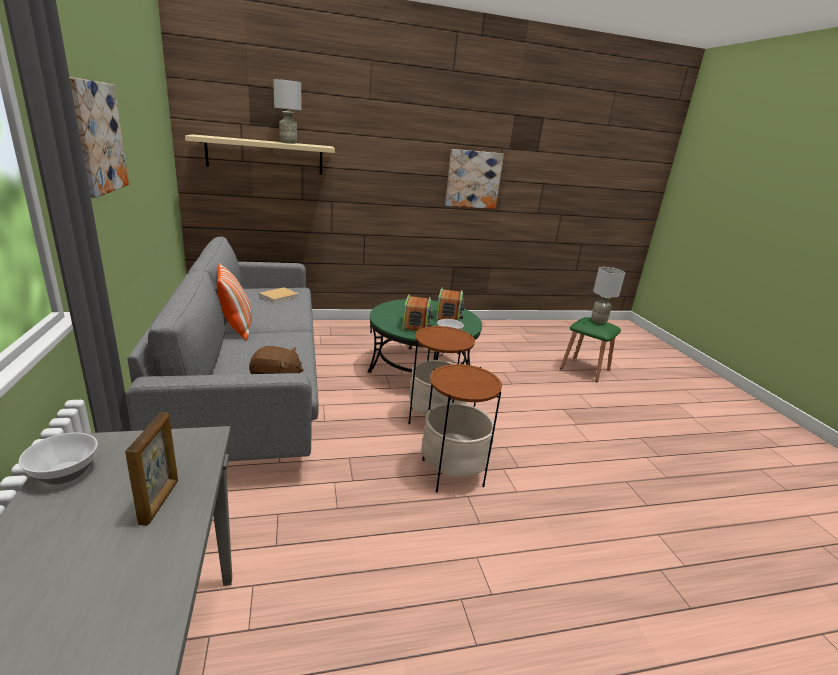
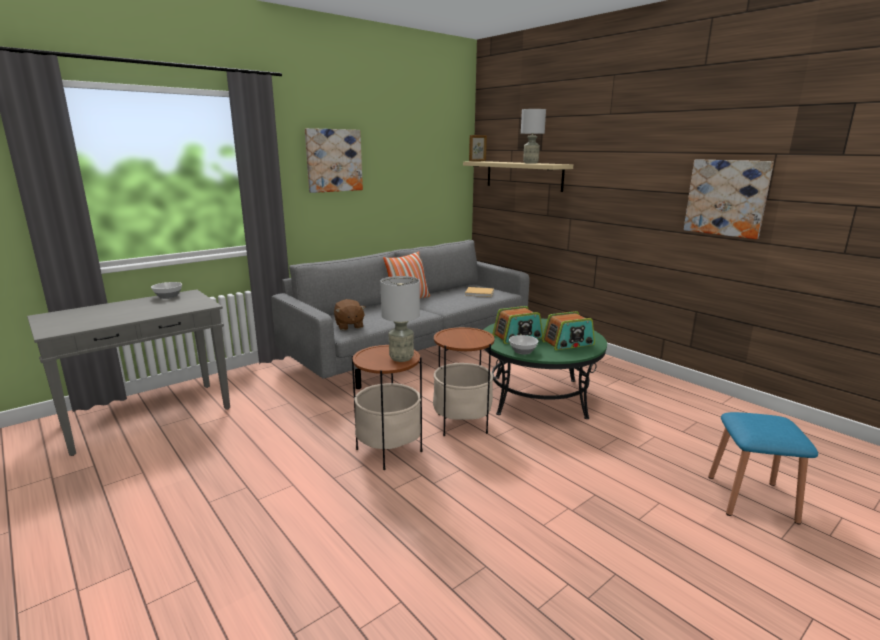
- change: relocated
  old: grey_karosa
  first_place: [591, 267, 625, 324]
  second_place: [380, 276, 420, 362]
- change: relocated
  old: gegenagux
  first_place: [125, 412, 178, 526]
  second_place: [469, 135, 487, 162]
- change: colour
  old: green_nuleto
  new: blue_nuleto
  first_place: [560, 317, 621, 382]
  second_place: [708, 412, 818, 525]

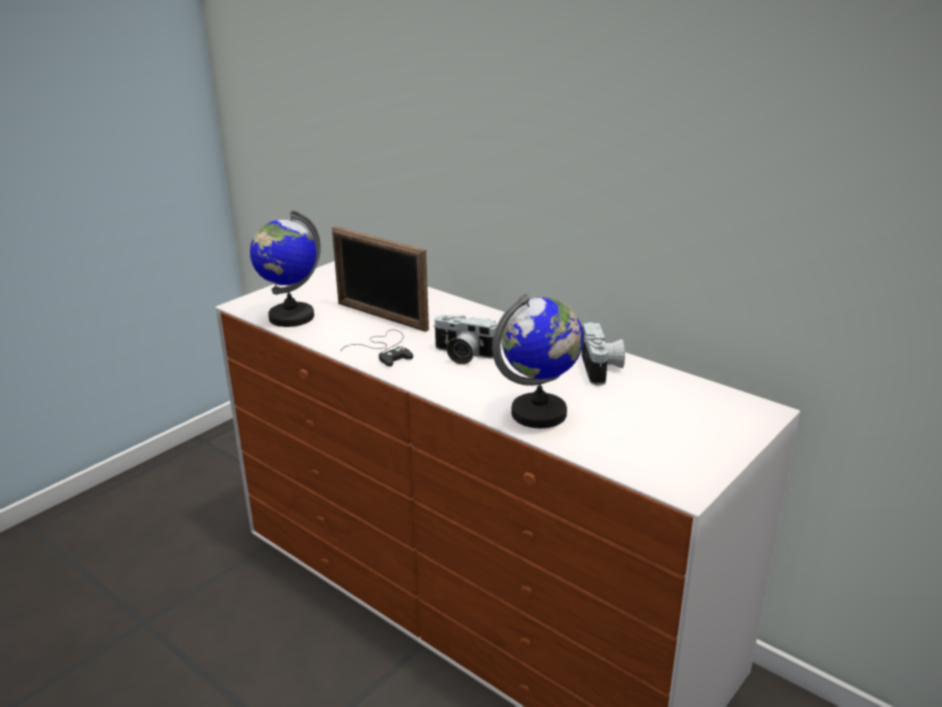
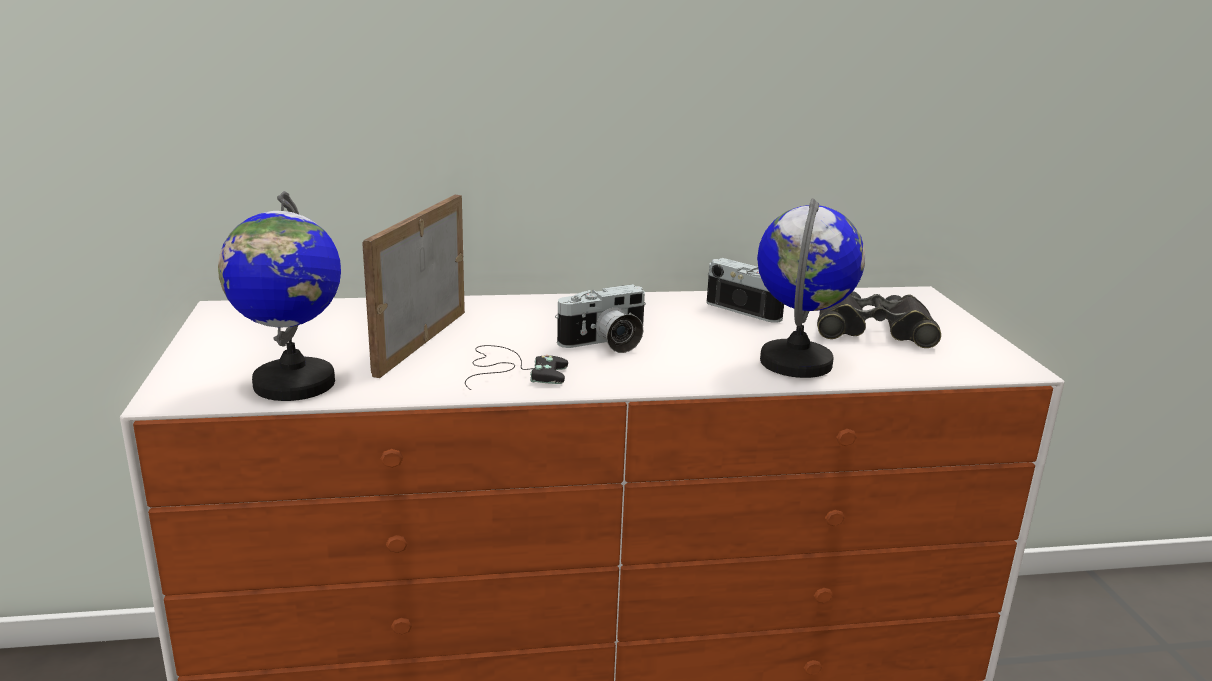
- change: spun
  old: gegenagux
  first_place: [332, 226, 429, 332]
  second_place: [362, 195, 465, 378]
  degrees: 120
- change: appeared
  new: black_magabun
  second_place: [817, 291, 941, 348]

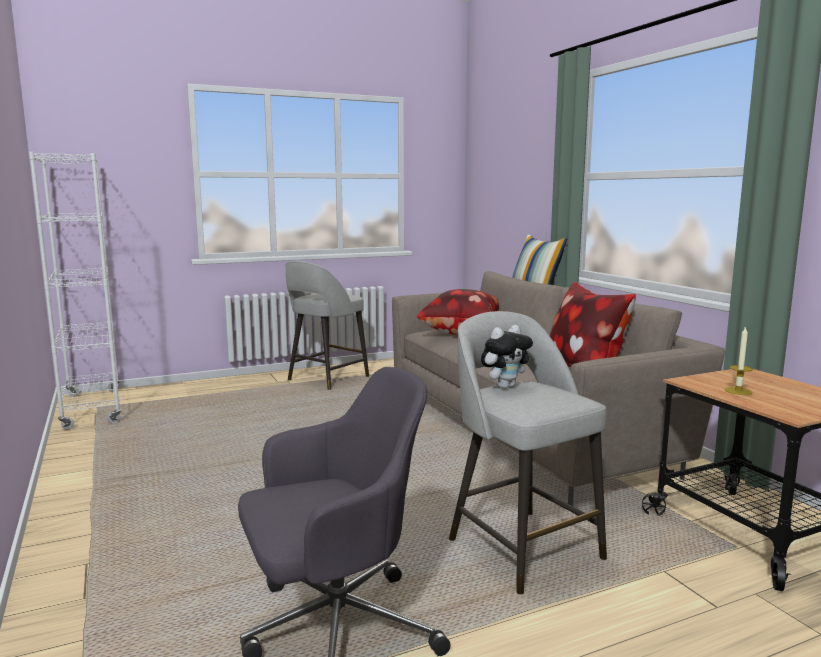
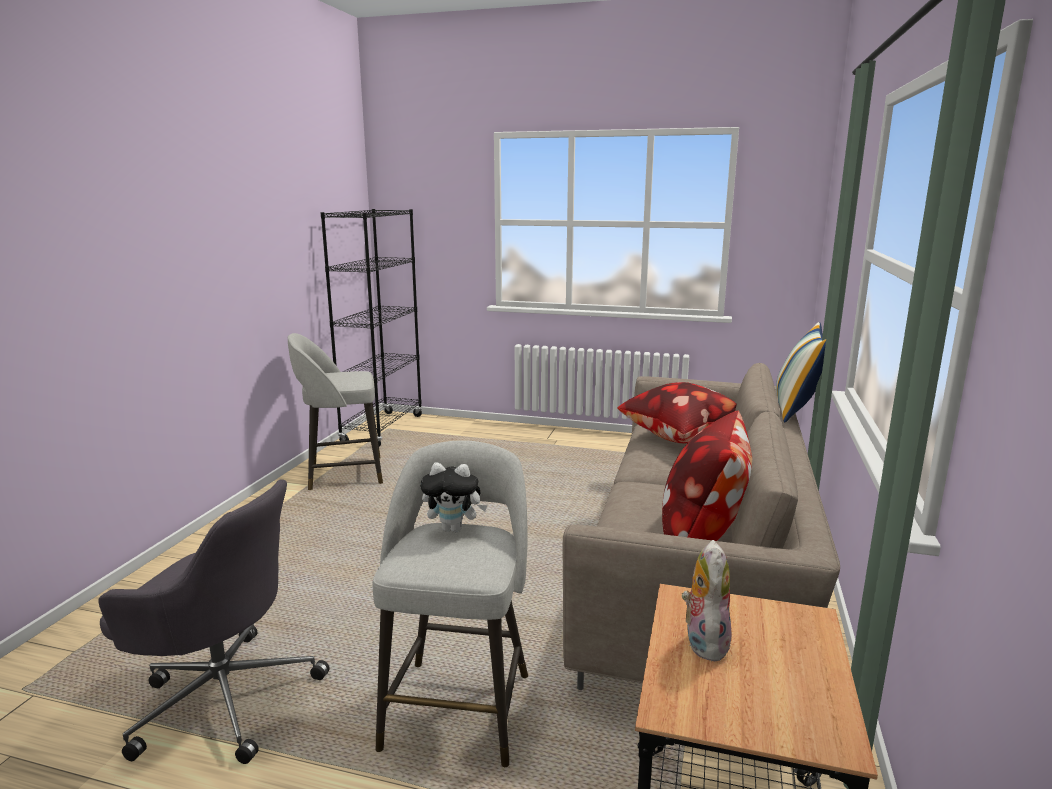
- change: relocated
  old: grey_nuleto
  first_place: [286, 261, 369, 390]
  second_place: [288, 333, 383, 490]
- change: colour
  old: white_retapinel
  new: black_retapinel
  first_place: [29, 152, 122, 430]
  second_place: [320, 209, 423, 447]
- change: exchanged
  old: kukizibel
  new: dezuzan
  first_place: [725, 326, 753, 395]
  second_place: [682, 540, 731, 661]

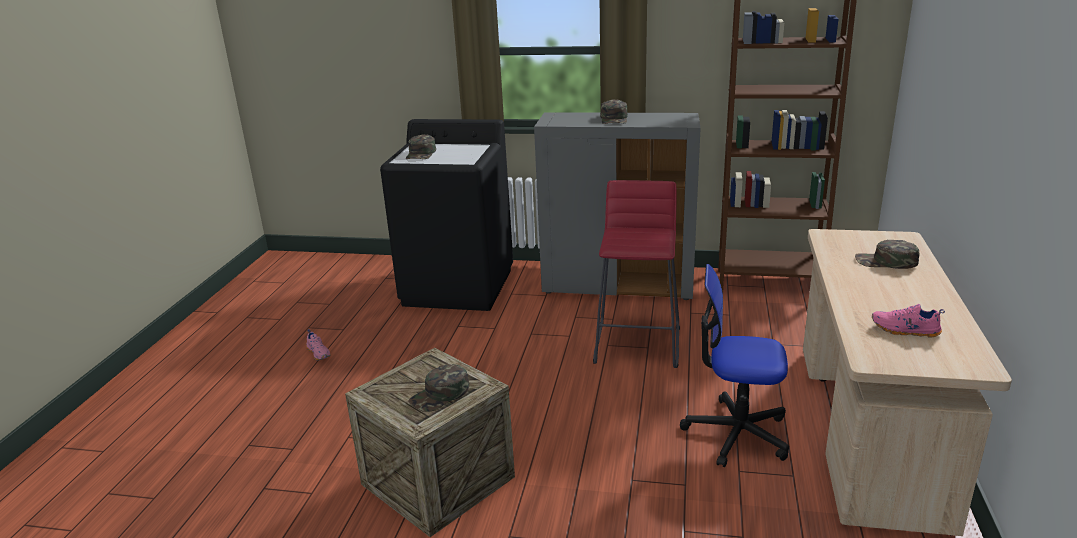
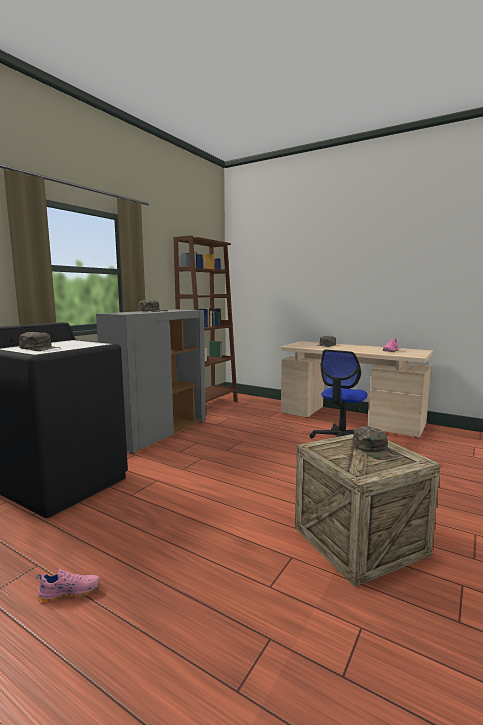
- change: missing
  old: red_nuleto
  first_place: [593, 180, 680, 368]

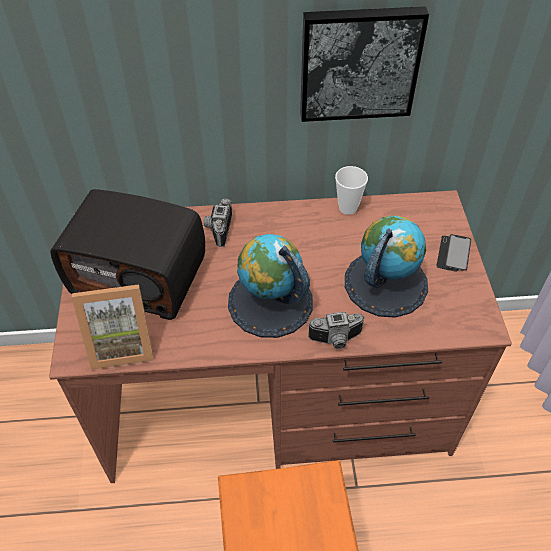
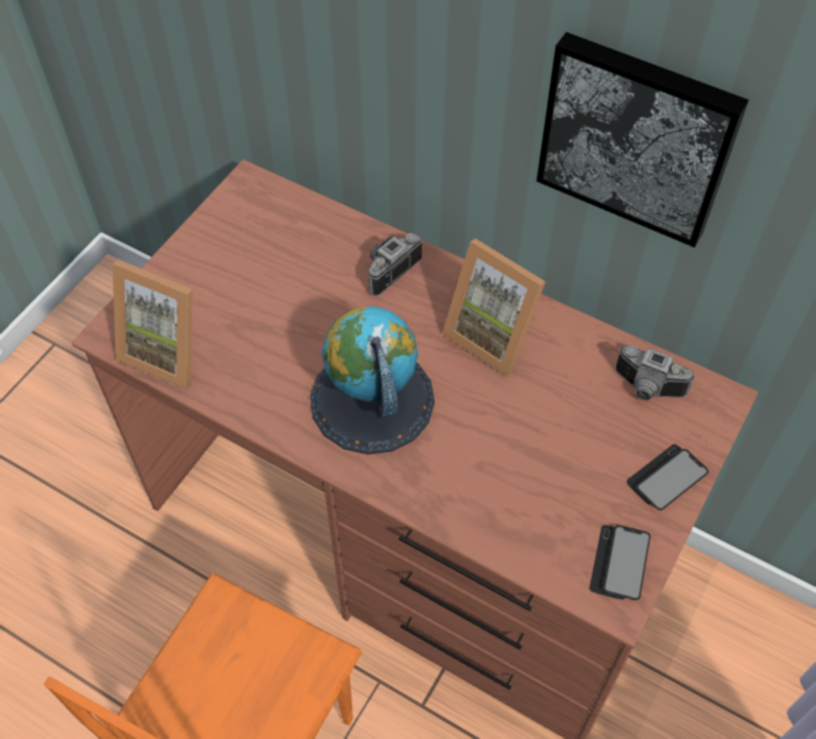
- change: appeared
  new: gegenagux
  second_place: [442, 238, 546, 377]
- change: appeared
  new: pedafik
  second_place: [589, 525, 651, 600]
- change: relocated
  old: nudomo
  first_place: [308, 312, 365, 349]
  second_place: [615, 345, 695, 400]
- change: missing
  old: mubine
  first_place: [50, 189, 205, 320]
- change: missing
  old: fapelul
  first_place: [335, 166, 368, 215]
- change: missing
  old: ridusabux
  first_place: [345, 215, 428, 318]

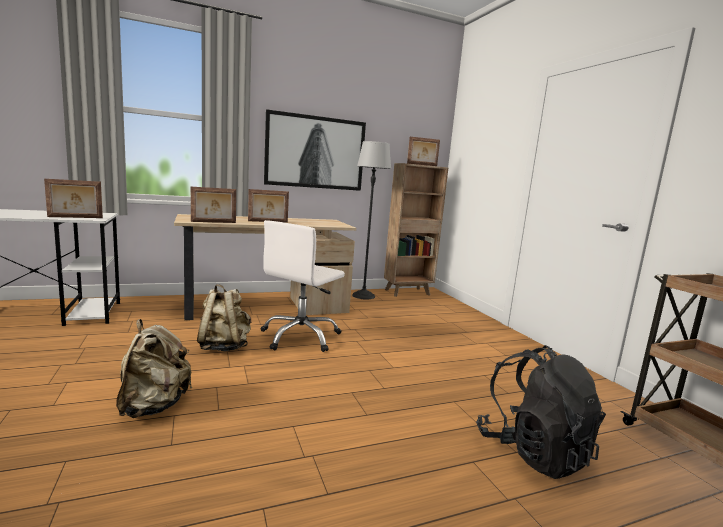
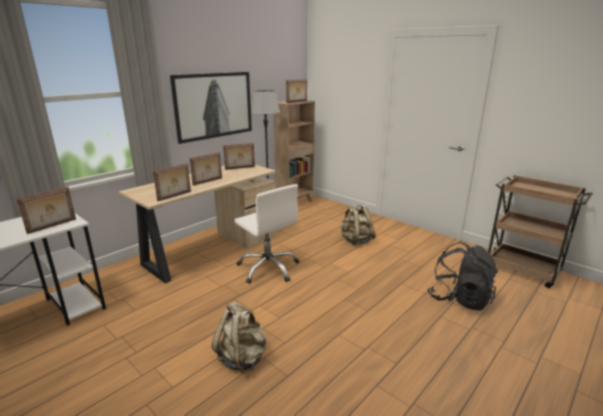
- change: appeared
  new: gegenagux
  second_place: [223, 143, 255, 170]
- change: spun
  old: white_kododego
  first_place: [260, 220, 345, 352]
  second_place: [234, 184, 299, 284]
  degrees: -45
- change: relocated
  old: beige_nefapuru
  first_place: [197, 284, 251, 351]
  second_place: [340, 205, 376, 246]

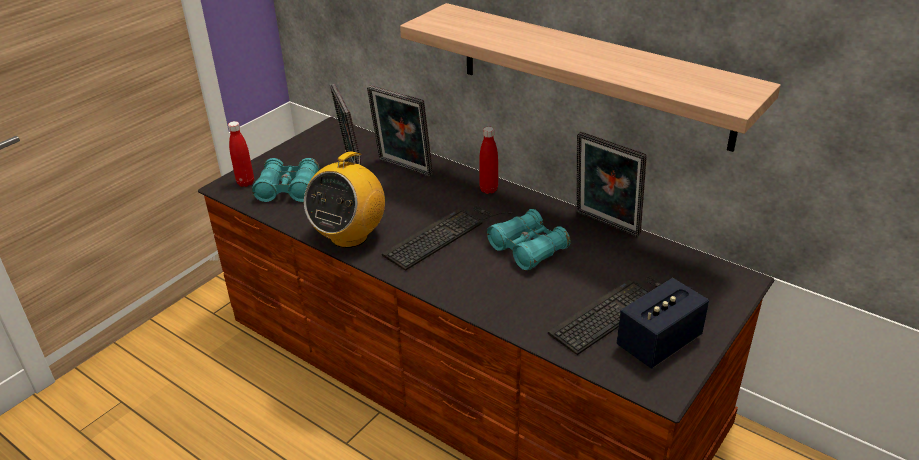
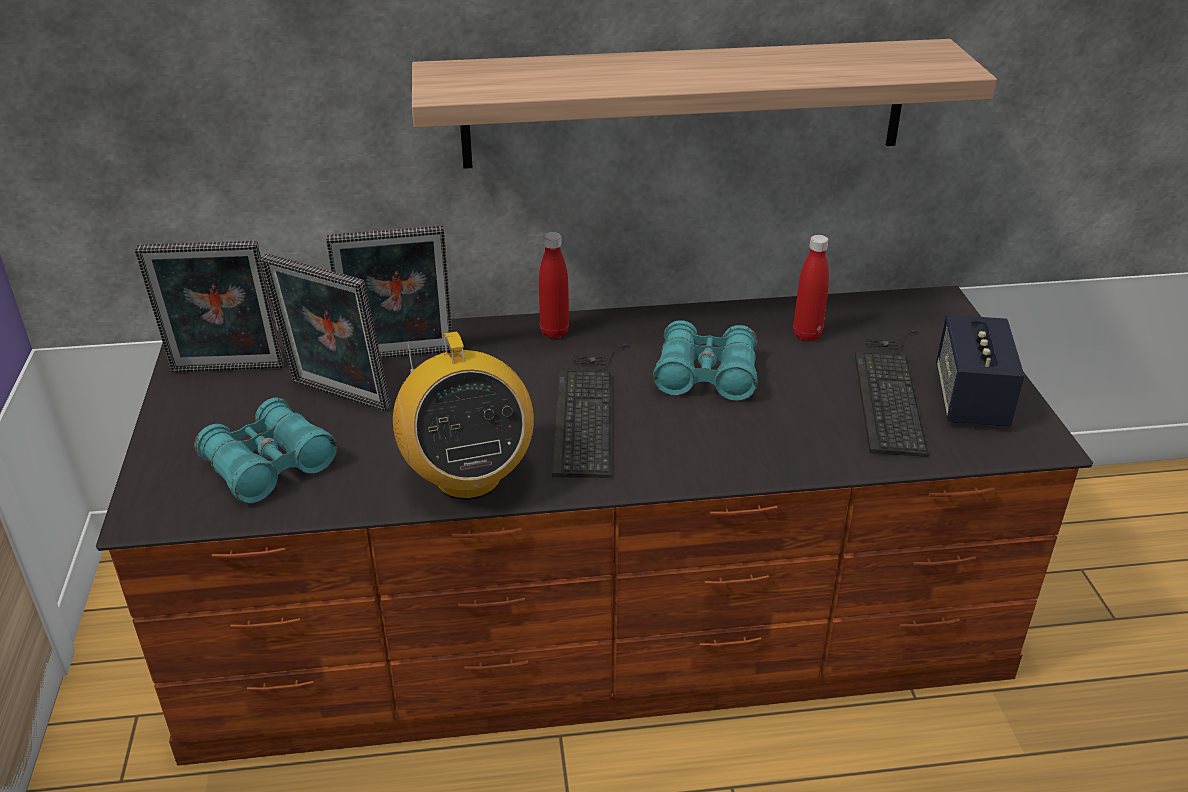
- change: relocated
  old: gegenagux
  first_place: [576, 132, 647, 237]
  second_place: [135, 241, 284, 373]
- change: relocated
  old: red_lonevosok
  first_place: [228, 121, 254, 187]
  second_place: [793, 235, 829, 341]

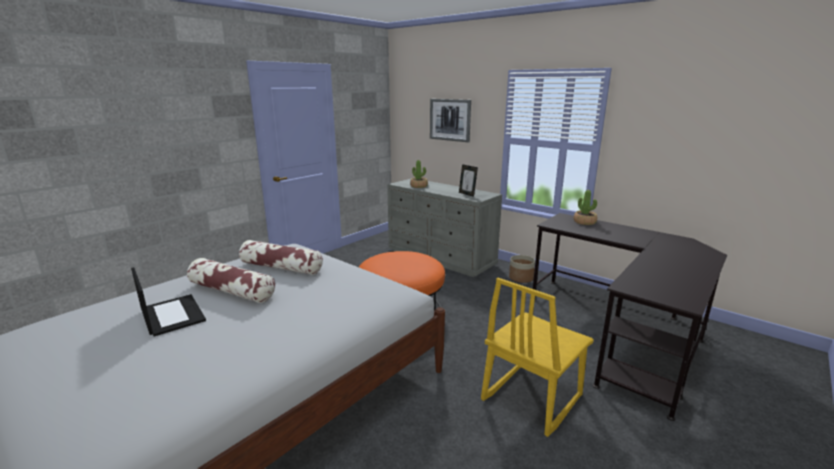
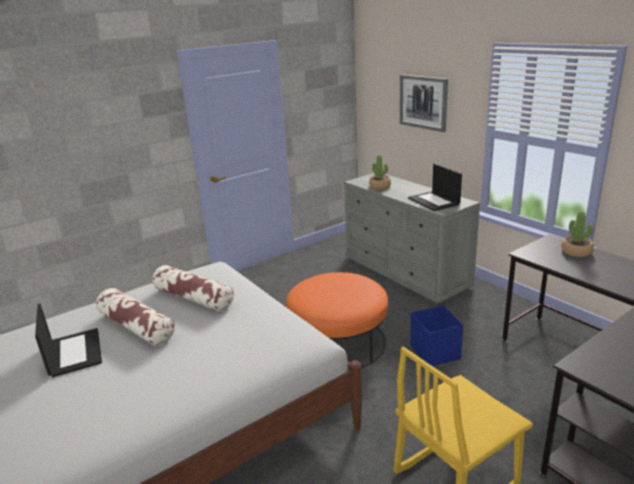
- change: exchanged
  old: gegenagux
  new: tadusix
  first_place: [459, 164, 478, 197]
  second_place: [408, 164, 462, 211]
- change: appeared
  new: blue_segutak
  second_place: [410, 305, 463, 366]
- change: missing
  old: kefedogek
  first_place: [509, 255, 535, 283]

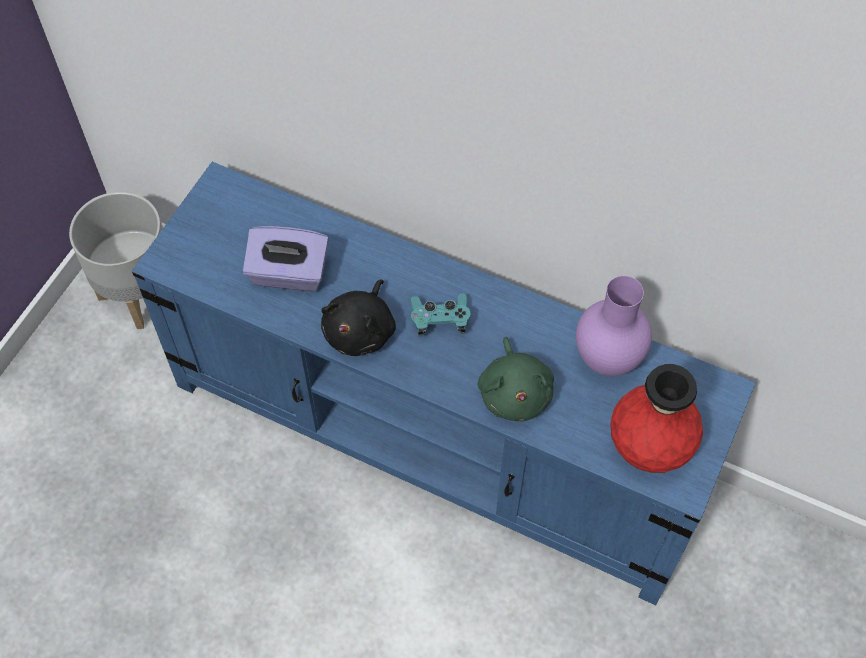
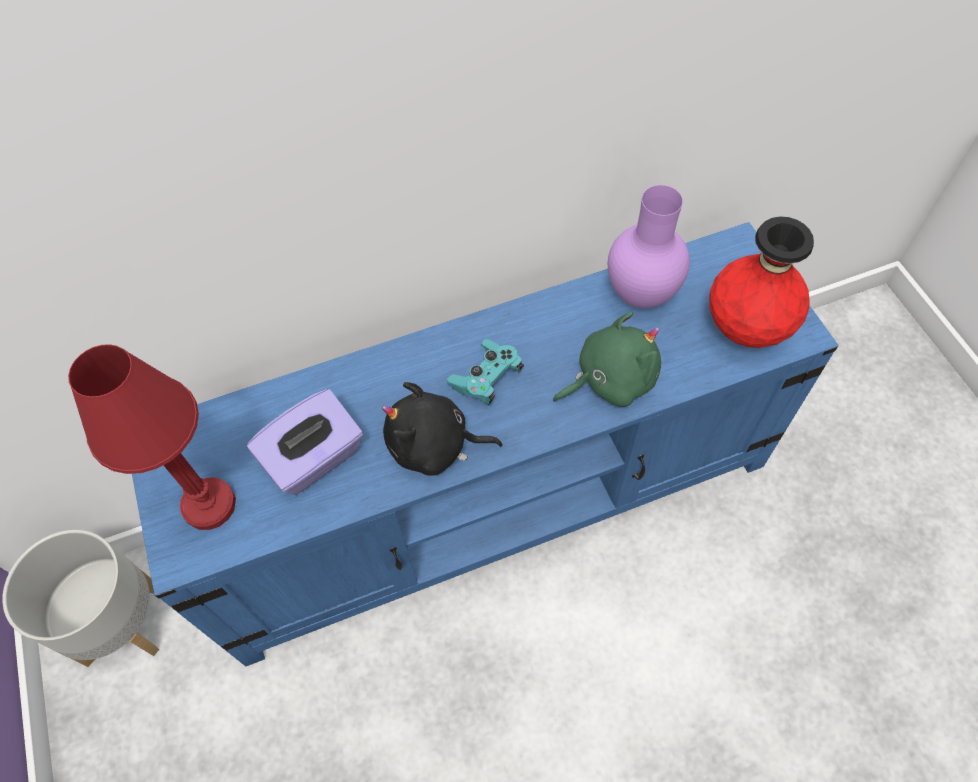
- change: appeared
  new: red_karosa
  second_place: [68, 344, 236, 530]
- change: spun
  old: black_dezuzan
  first_place: [321, 279, 396, 356]
  second_place: [382, 382, 503, 475]
  degrees: 120
- change: spun
  old: green_dezuzan
  first_place: [478, 337, 554, 422]
  second_place: [553, 312, 661, 407]
  degrees: -60

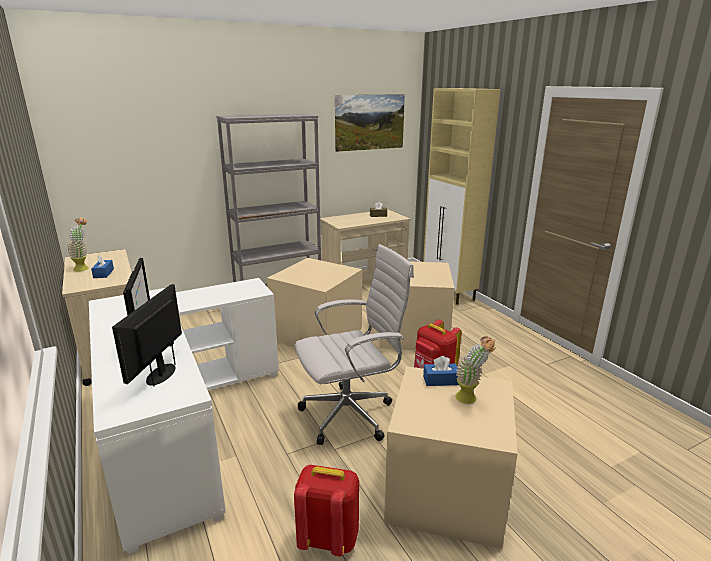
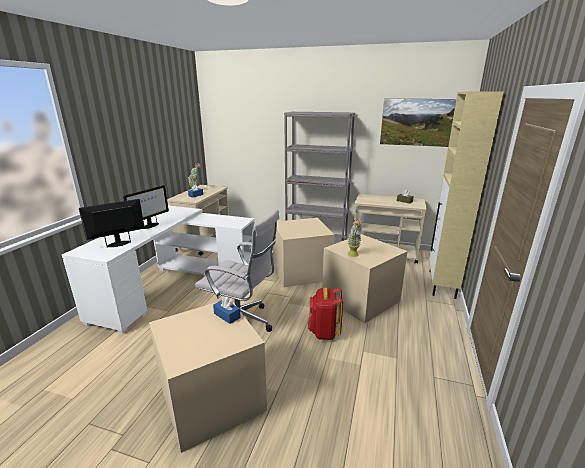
- change: relocated
  old: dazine
  first_place: [455, 336, 496, 404]
  second_place: [347, 219, 362, 257]
- change: missing
  old: red_nefapuru
  first_place: [294, 465, 359, 556]

